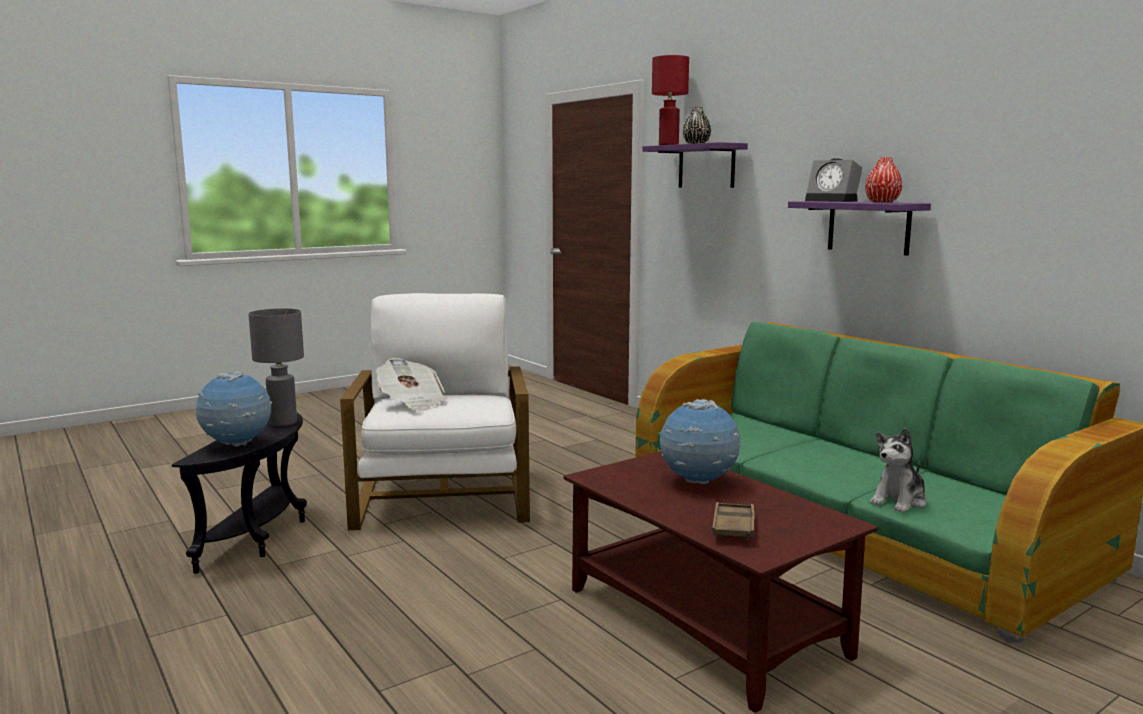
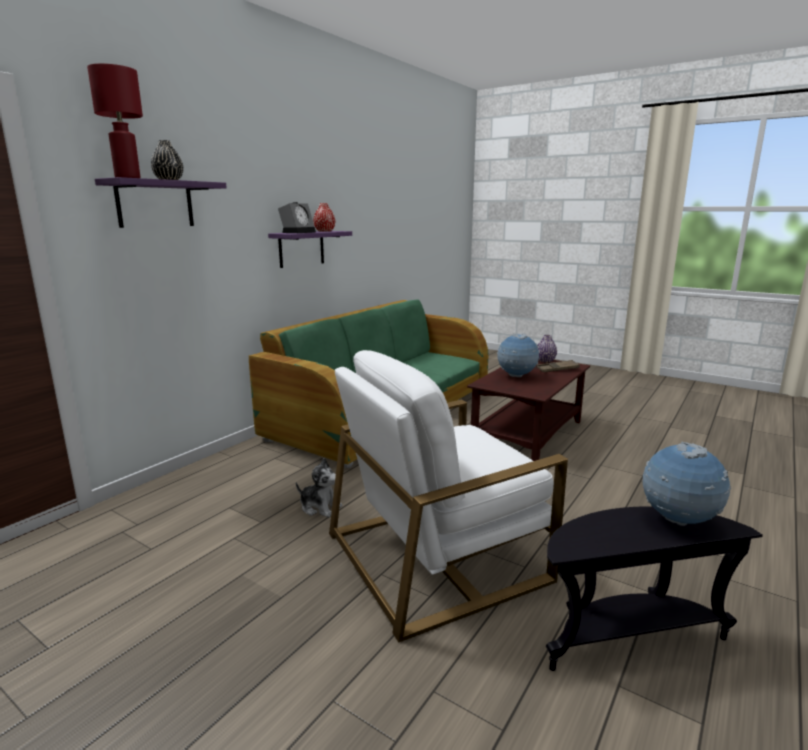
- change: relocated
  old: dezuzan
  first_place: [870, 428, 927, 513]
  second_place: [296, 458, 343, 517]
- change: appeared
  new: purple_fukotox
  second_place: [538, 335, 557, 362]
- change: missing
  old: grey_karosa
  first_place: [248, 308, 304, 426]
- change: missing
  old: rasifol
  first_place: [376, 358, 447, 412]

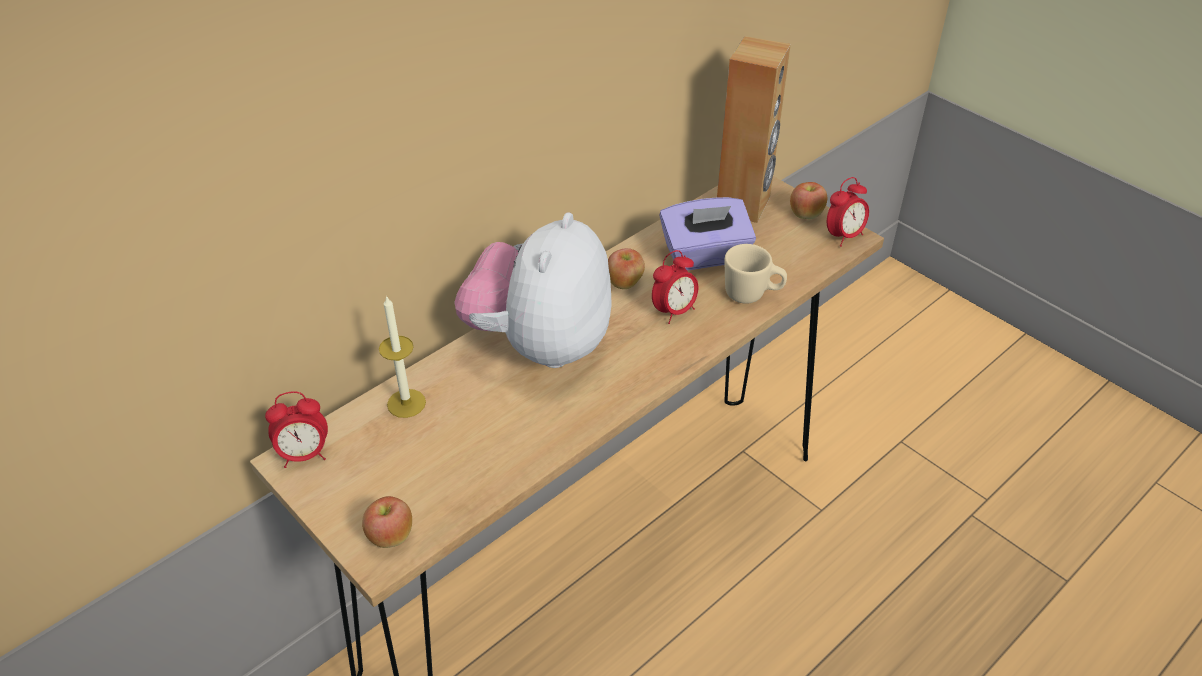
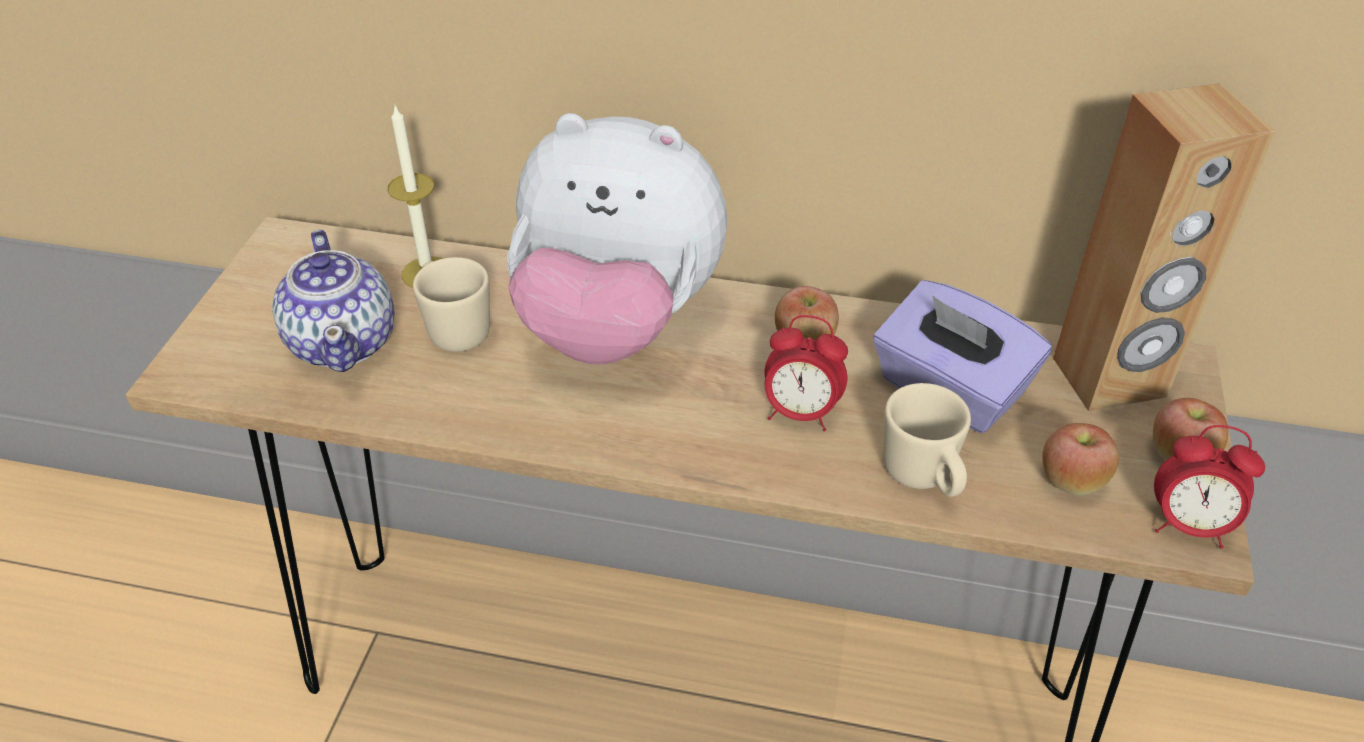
- change: appeared
  new: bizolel
  second_place: [272, 230, 394, 372]
- change: appeared
  new: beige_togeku
  second_place: [413, 257, 490, 352]
- change: spun
  old: dezuzan
  first_place: [454, 212, 612, 368]
  second_place: [507, 113, 727, 365]
  degrees: -150
- change: relocated
  old: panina
  first_place: [362, 496, 412, 548]
  second_place: [1042, 423, 1119, 496]
- change: missing
  old: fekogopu
  first_place: [265, 391, 328, 468]

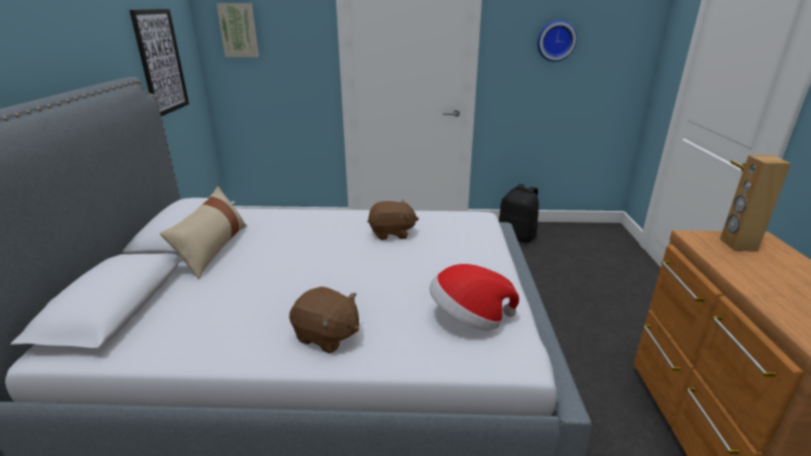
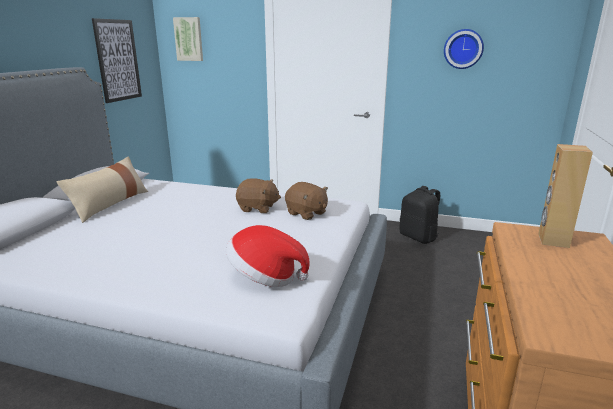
- change: relocated
  old: brown_dezuzan
  first_place: [289, 287, 359, 353]
  second_place: [285, 182, 328, 220]

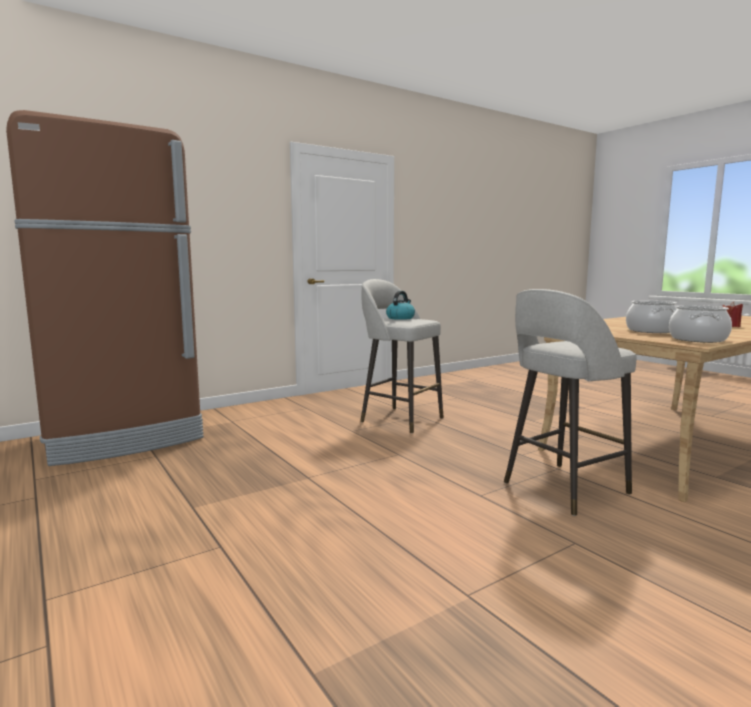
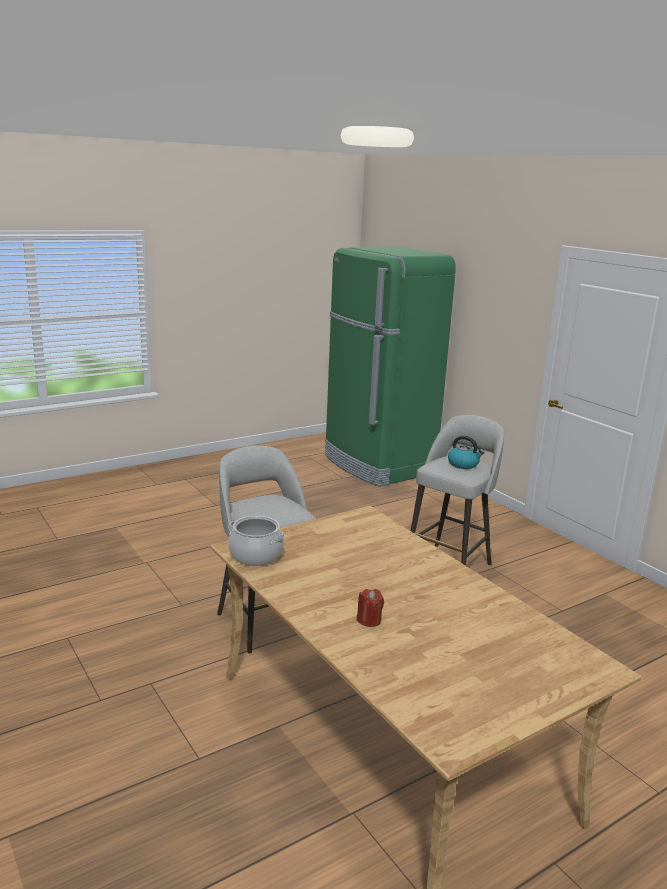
- change: colour
  old: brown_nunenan
  new: green_nunenan
  first_place: [6, 110, 204, 466]
  second_place: [325, 246, 456, 487]
- change: missing
  old: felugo
  first_place: [626, 301, 677, 333]

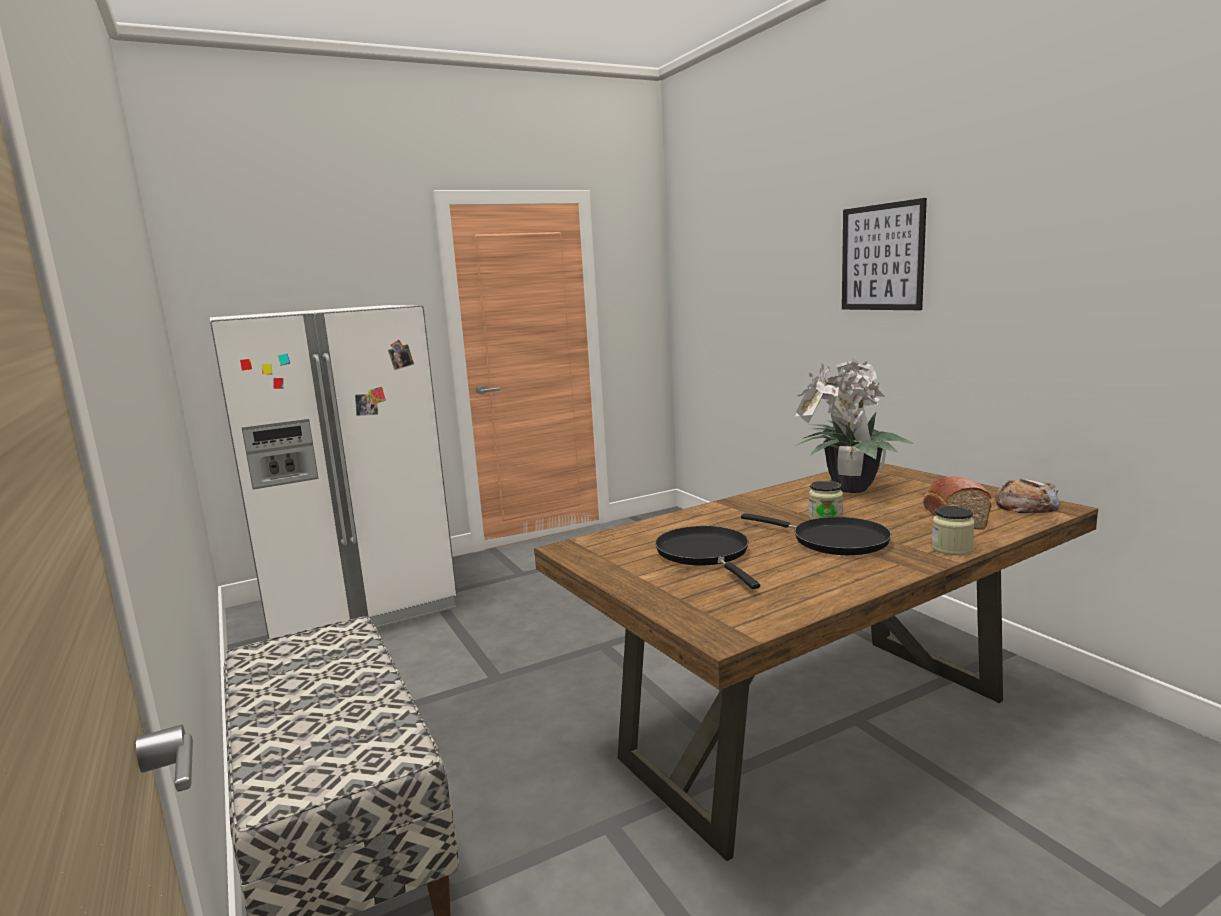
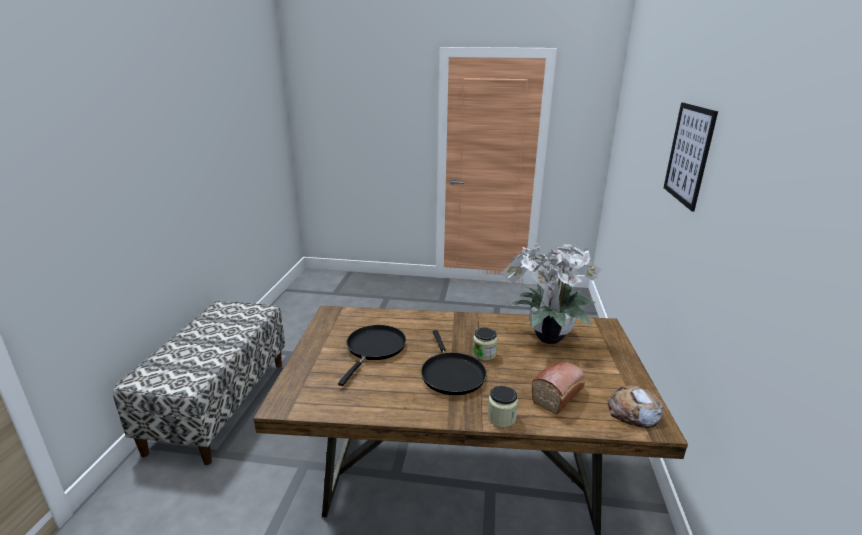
- change: missing
  old: white_nunenan
  first_place: [210, 305, 457, 639]

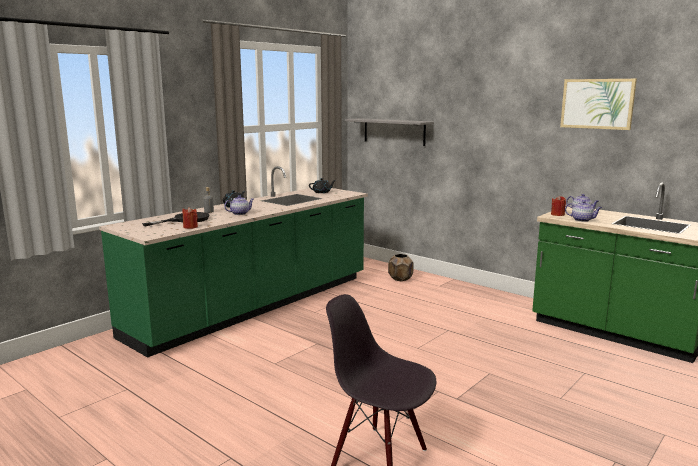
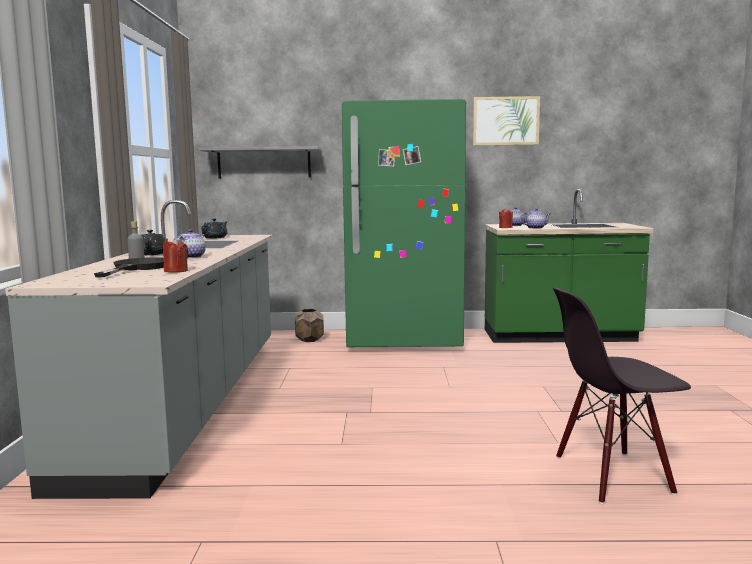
- change: colour
  old: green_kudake
  new: grey_kudake
  first_place: [99, 166, 368, 358]
  second_place: [5, 200, 273, 499]
- change: appeared
  new: green_nunenan
  second_place: [342, 99, 466, 347]

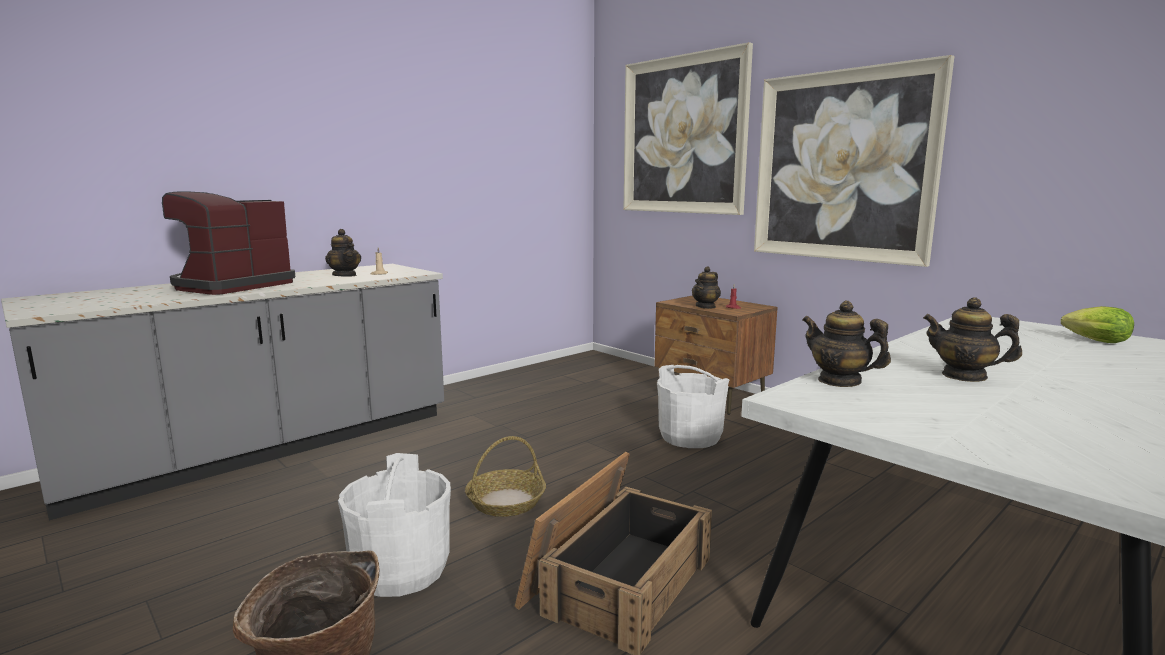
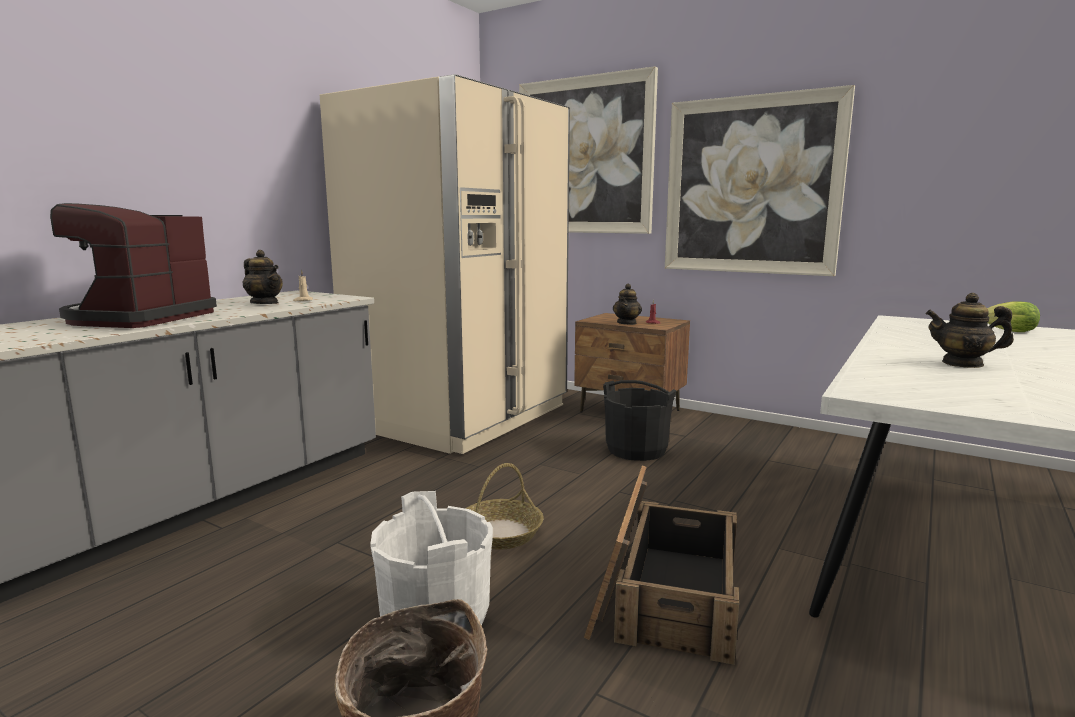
- change: appeared
  new: beige_nunenan
  second_place: [320, 74, 570, 454]
- change: colour
  old: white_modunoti
  new: black_modunoti
  first_place: [657, 365, 730, 448]
  second_place: [603, 380, 677, 461]
- change: missing
  old: bizolel
  first_place: [802, 301, 891, 387]

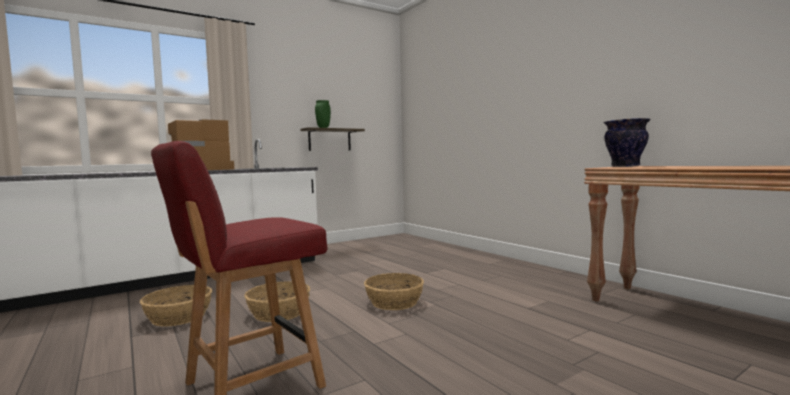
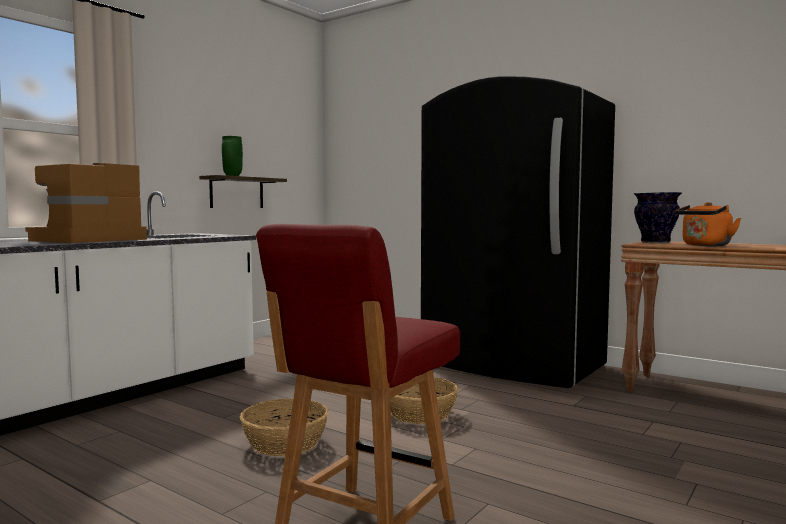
- change: appeared
  new: black_nunenan
  second_place: [421, 76, 615, 388]
- change: appeared
  new: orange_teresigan
  second_place: [675, 202, 741, 246]
- change: missing
  old: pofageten
  first_place: [140, 285, 212, 327]

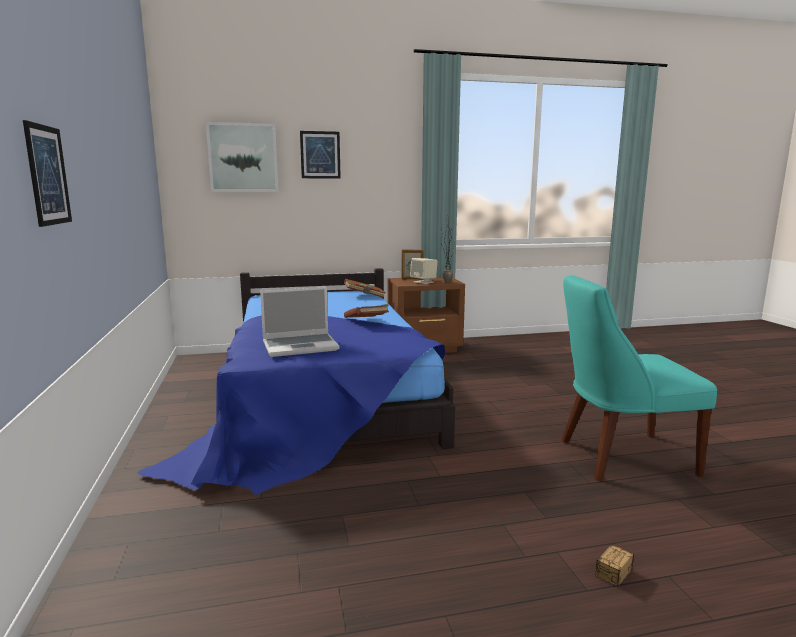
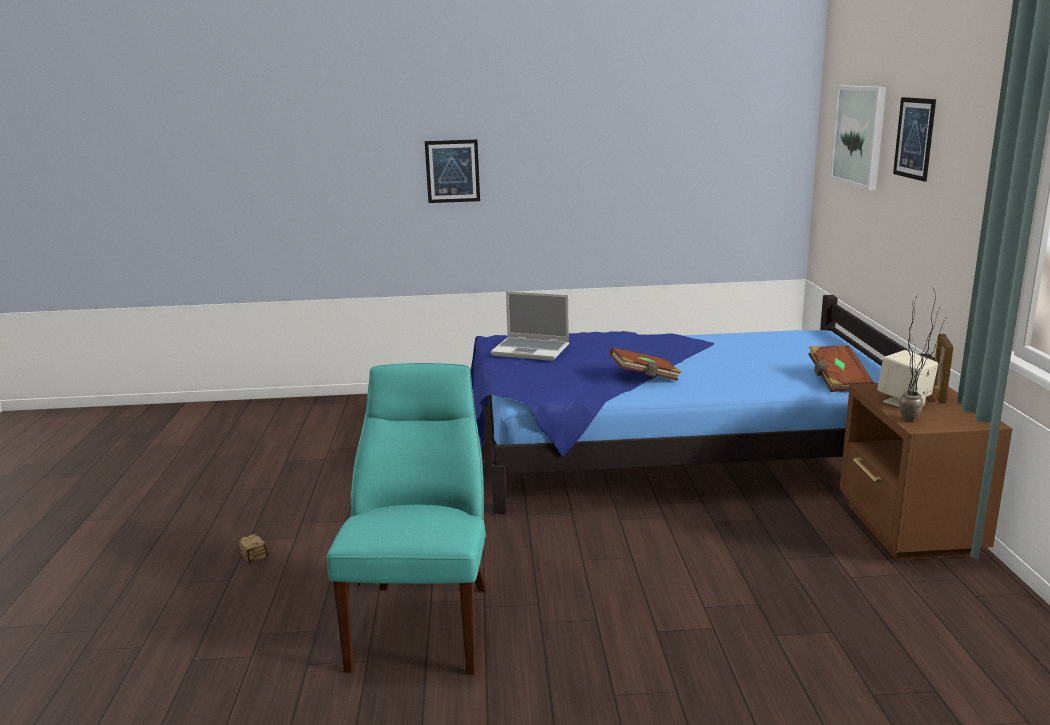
- change: spun
  old: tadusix
  first_place: [260, 287, 339, 357]
  second_place: [490, 291, 569, 361]
  degrees: -60

